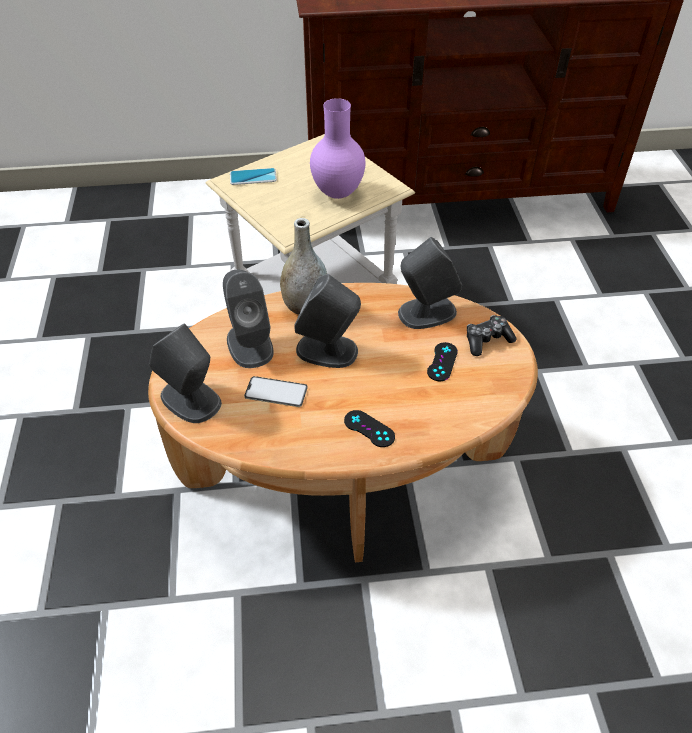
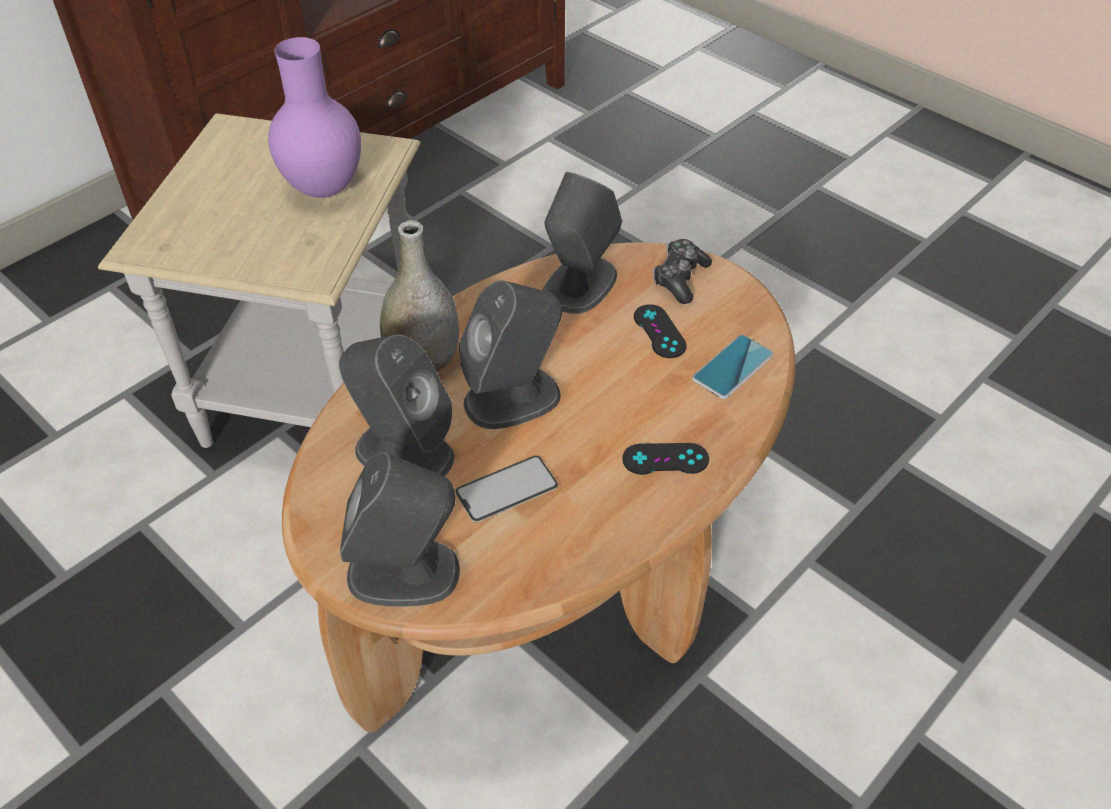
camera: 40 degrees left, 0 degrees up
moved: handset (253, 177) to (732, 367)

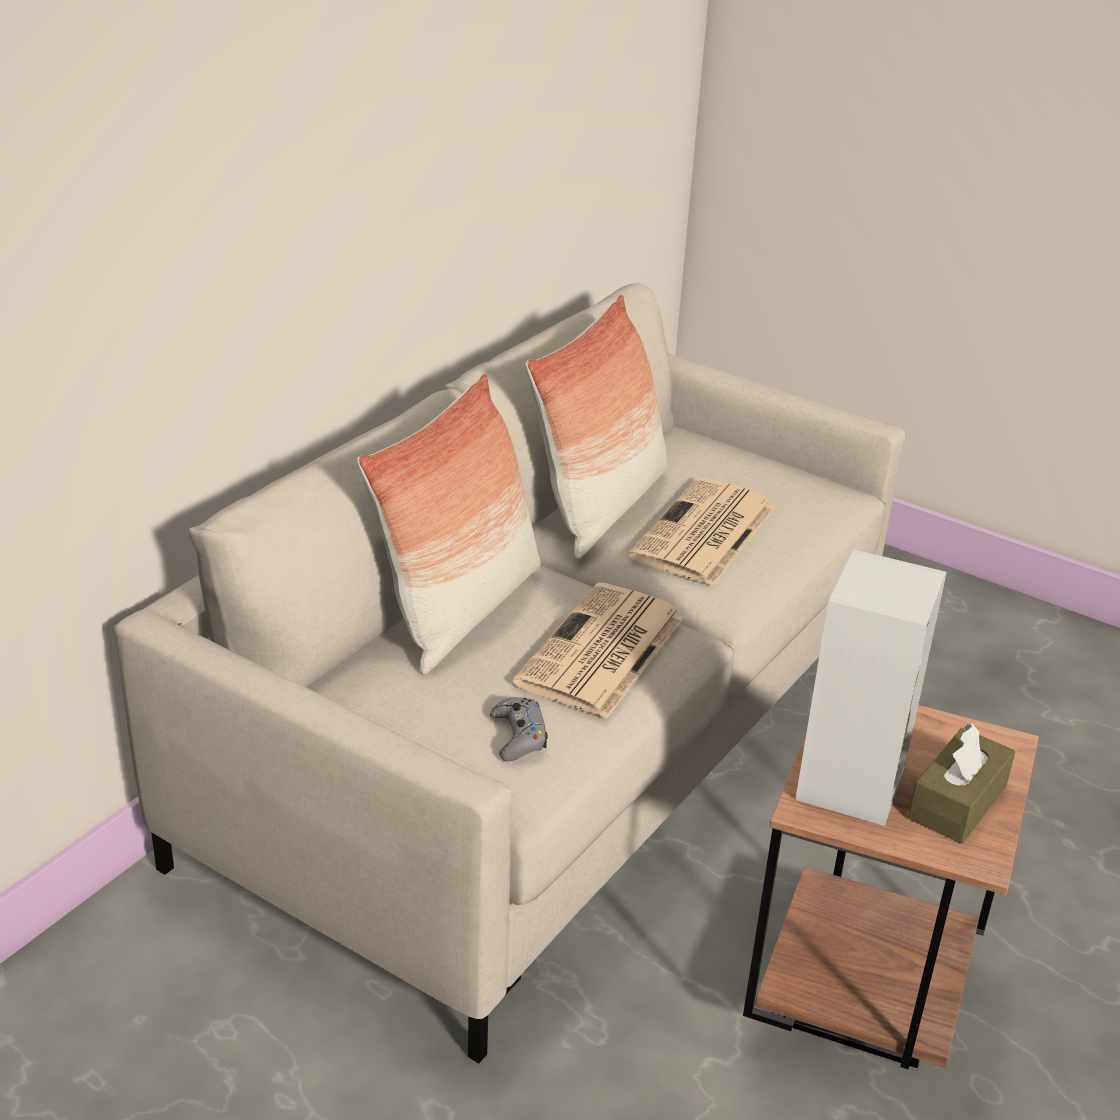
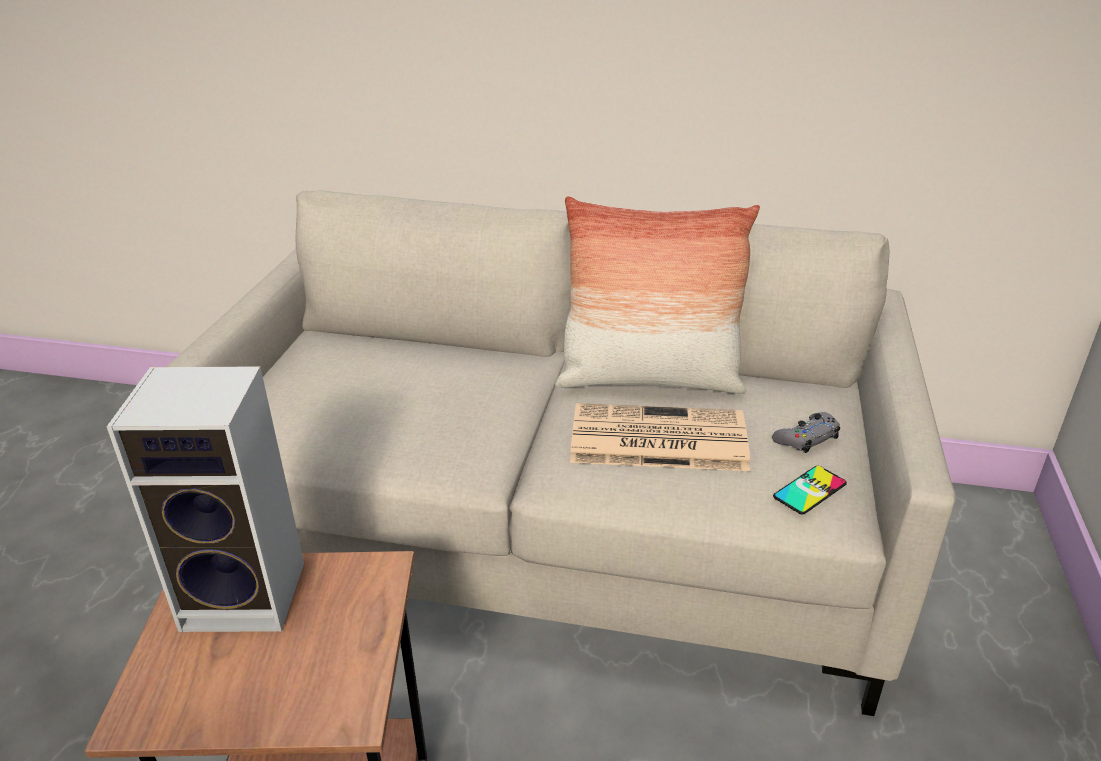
camera: 70 degrees right, 0 degrees up
removed: pillow (460, 611); newspaper (601, 652); brownish tissue holder (957, 802)
added: handset (809, 490)
moved: gray gamepad (518, 736) to (806, 439)

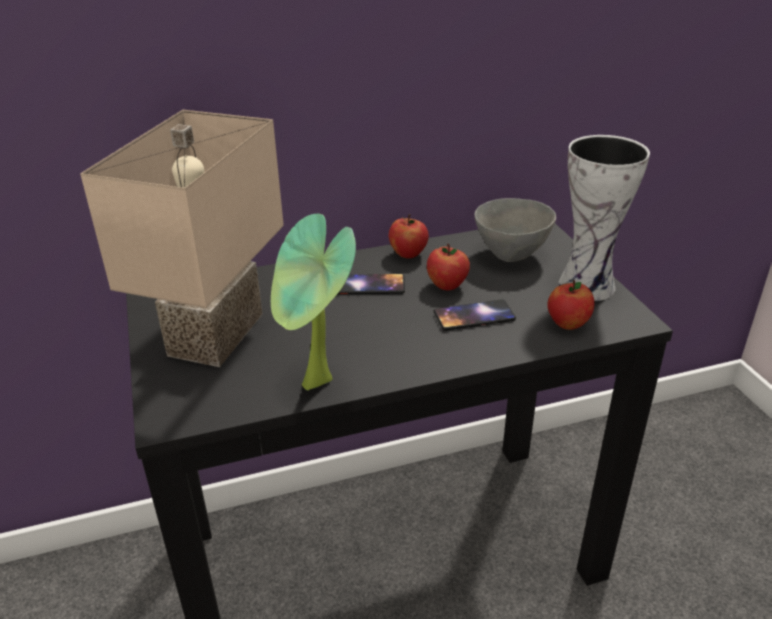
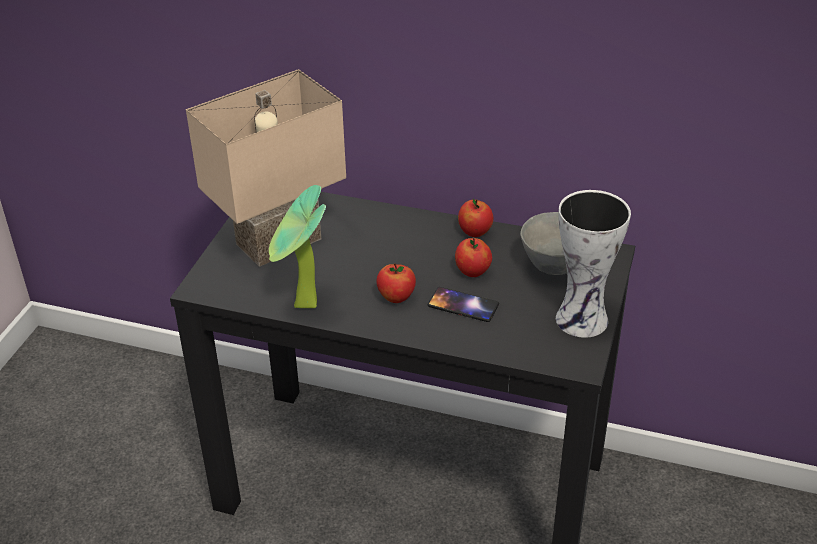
camera: 35 degrees right, 5 degrees up
removed: handset (368, 285)
moved: apple (567, 324) to (396, 297)

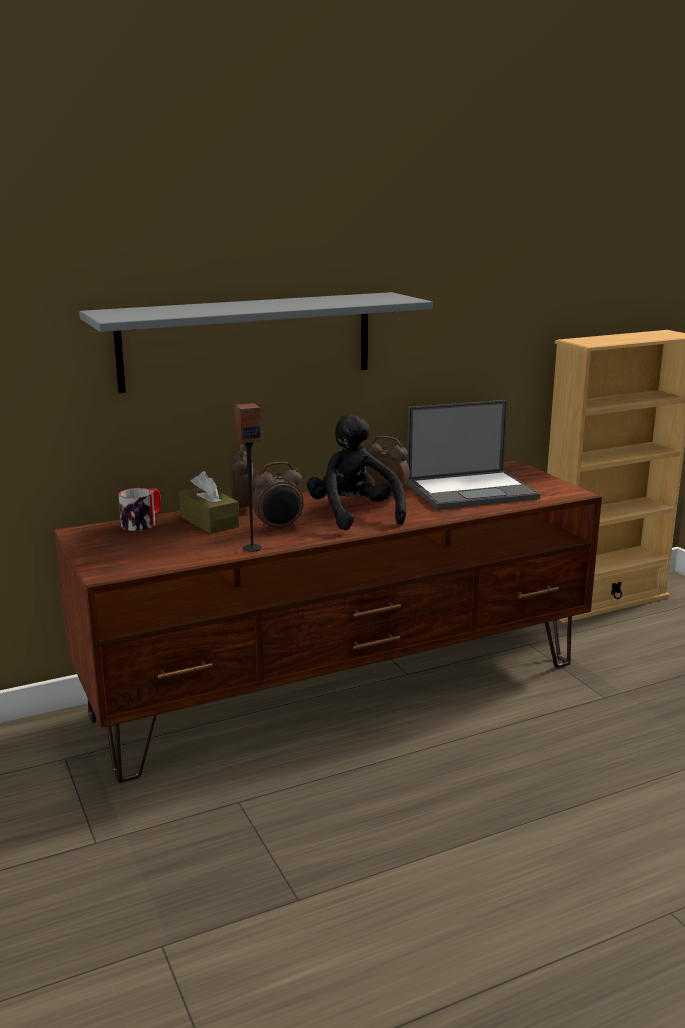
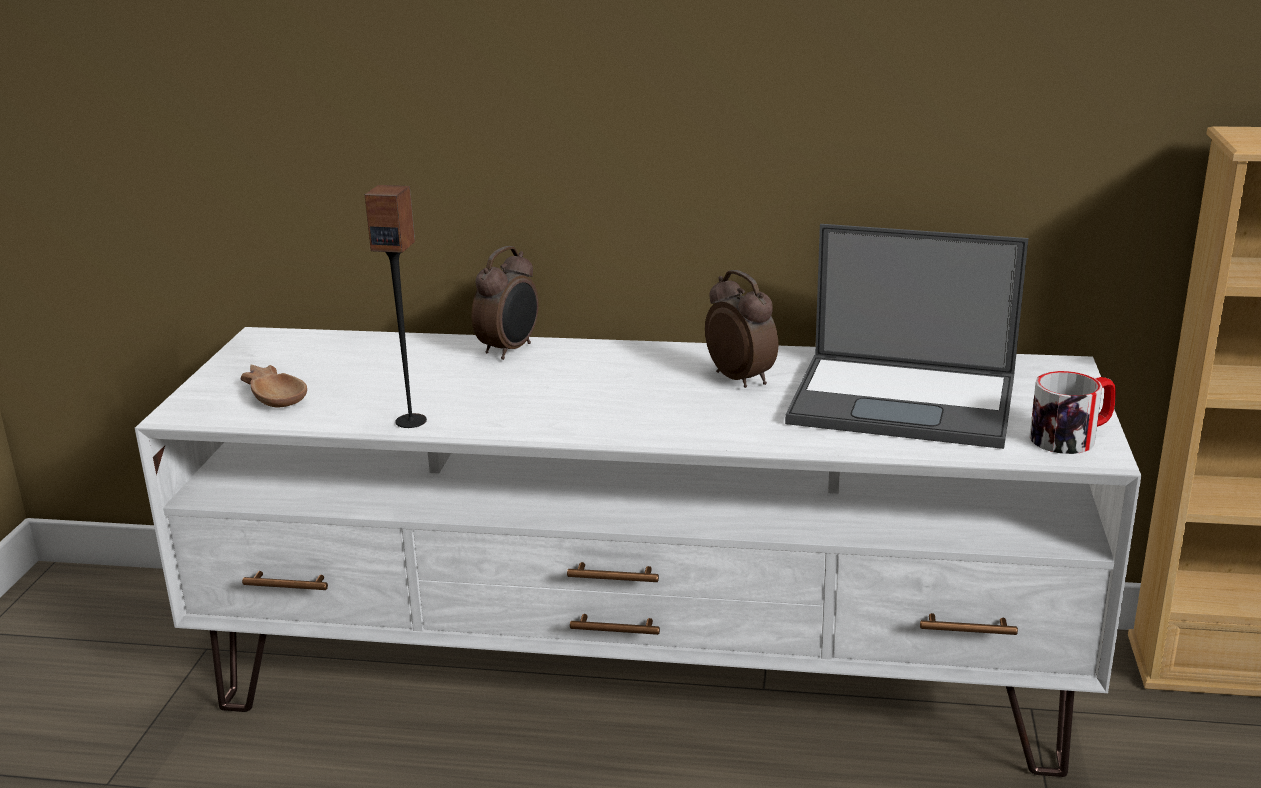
camera: 35 degrees right, 5 degrees up
removed: gray bracket shelf (247, 341); brownish tissue holder (209, 522); alarm clock (279, 528); black plush toy (354, 515)
added: brownish bowl (275, 394)
moved: mug (143, 522) to (1072, 437)
recoloured: brownish tv stand (343, 688) to white tv stand (642, 676)

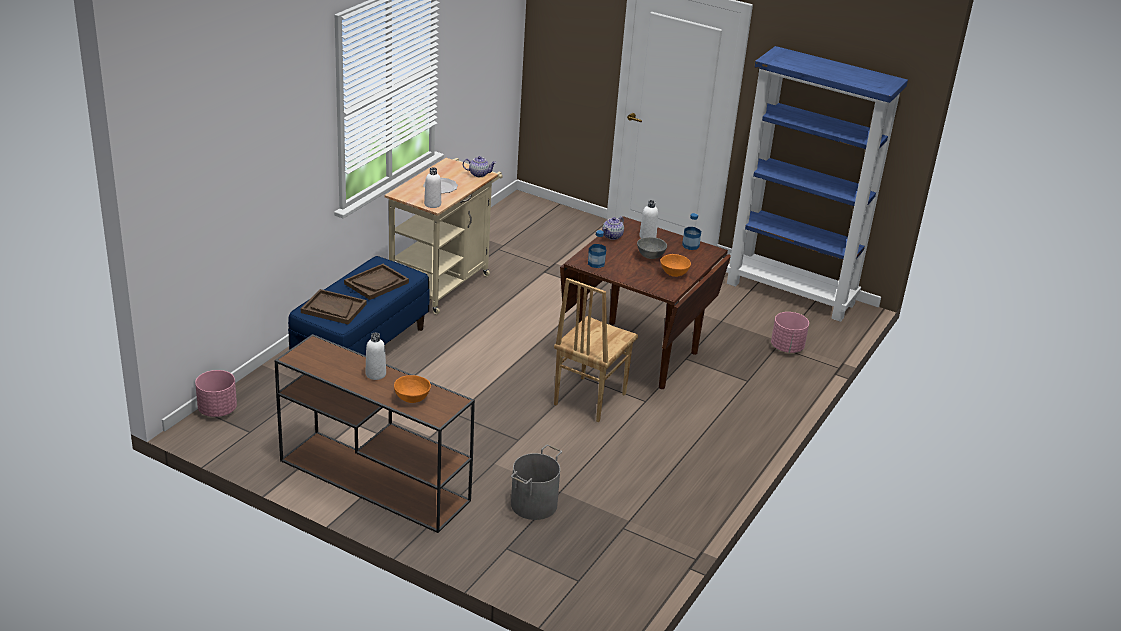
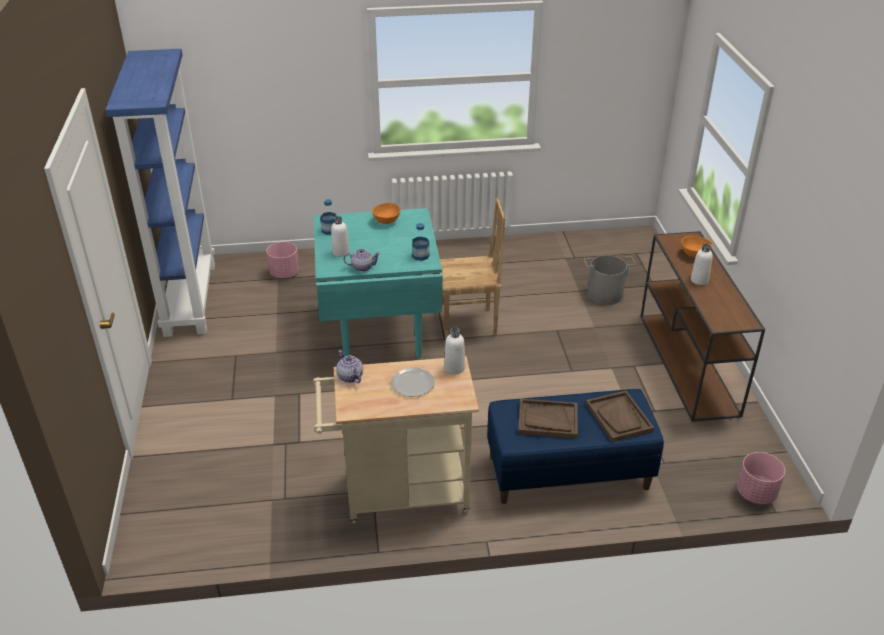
camera: 125 degrees left, 5 degrees up
removed: gray bowl (650, 256)
recoloured: brownish kitchen table (636, 353) to turquoise-coloured kitchen table (378, 330)

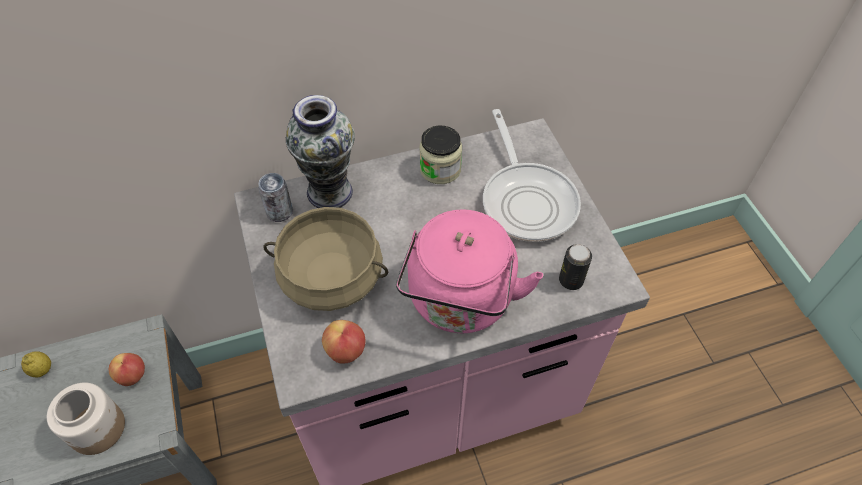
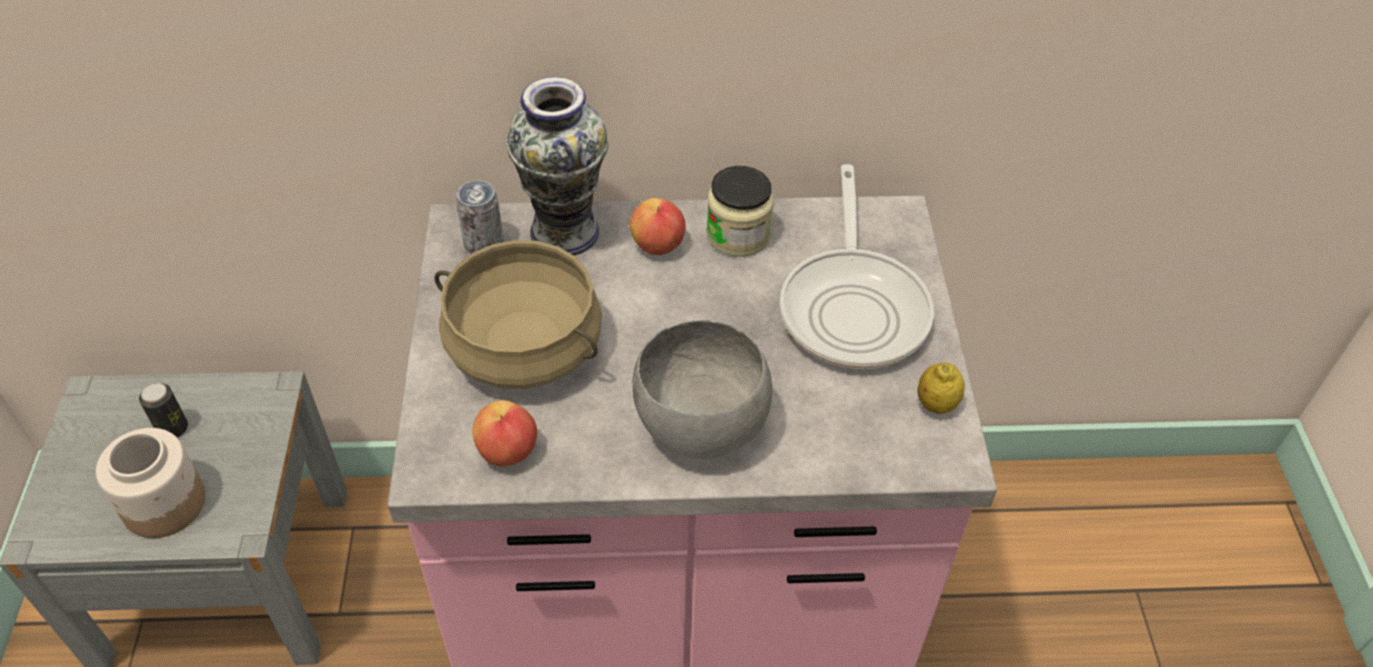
camera: 15 degrees right, 5 degrees down
moved: citrus fruit (42, 370) to (936, 404); apple (132, 375) to (658, 245); can (571, 280) to (173, 429)
replaced: pink-coloured water kettle (460, 303) to gray bowl (698, 427)

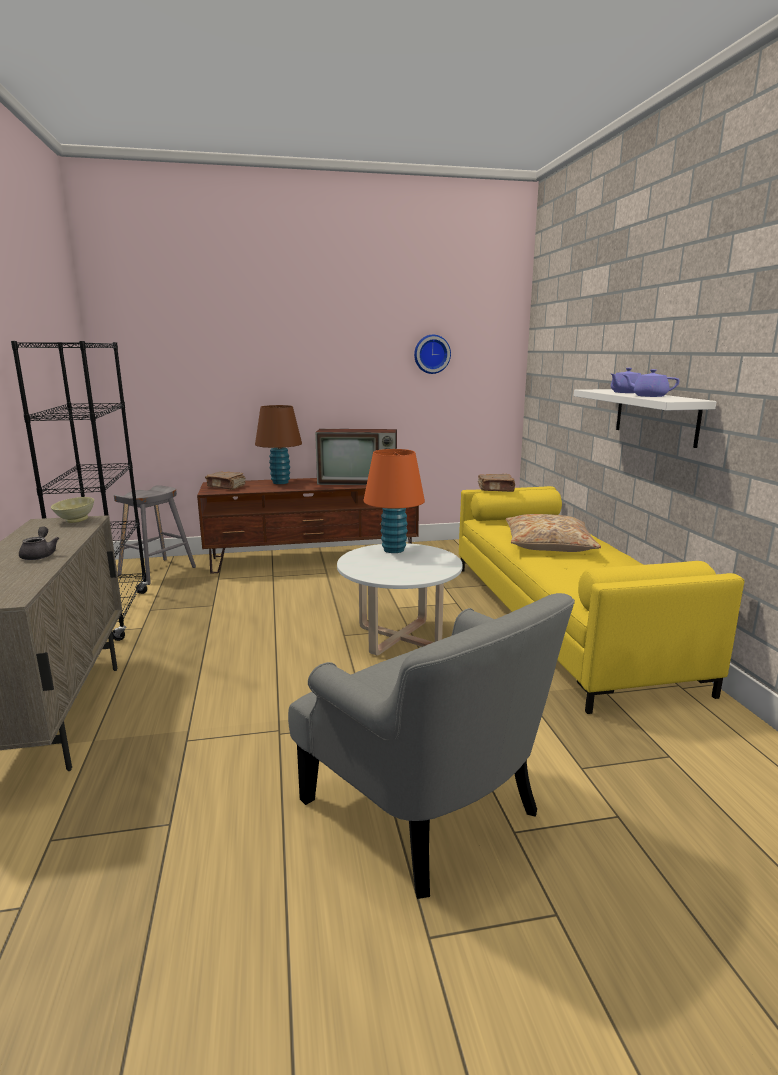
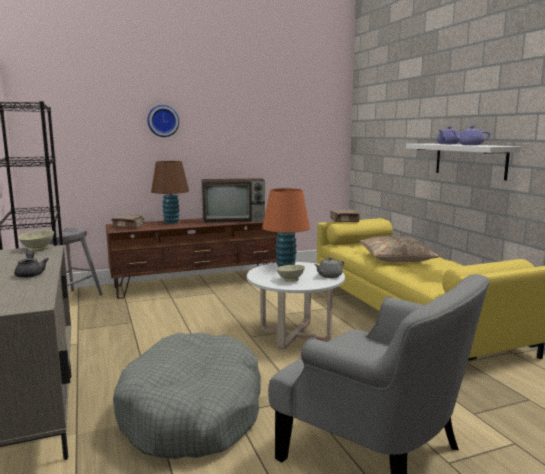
camera: 10 degrees left, 5 degrees down
added: gray dog bed (193, 412); beige bowl (290, 280); gray pot for tea (329, 276)
moved: hanging clock (431, 354) to (163, 121)

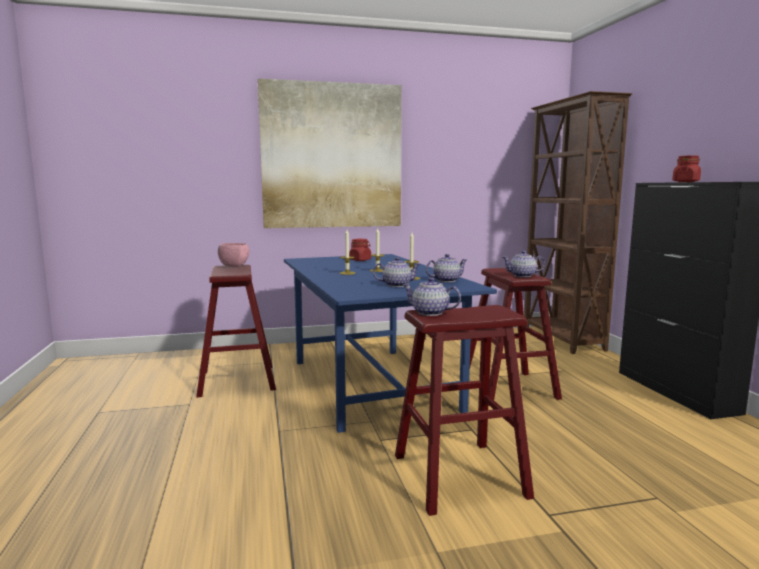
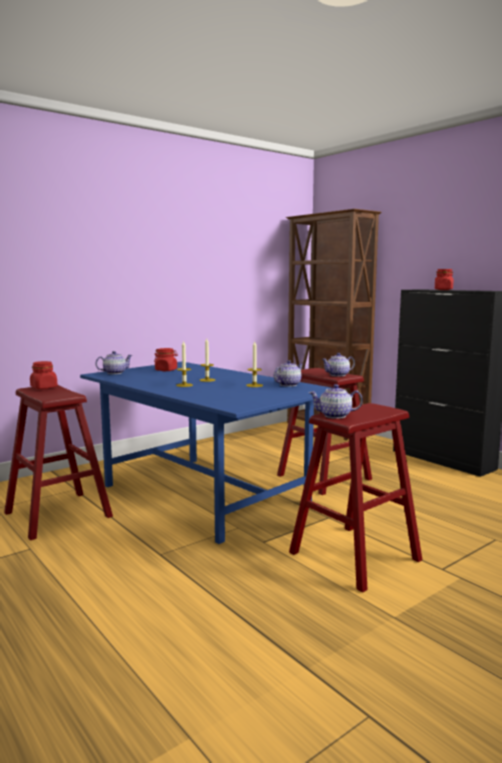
camera: 25 degrees left, 0 degrees up
removed: wall art (332, 156)
moved: pot for tea (396, 285) to (114, 373)
replaced: pink-coloured bowl (234, 266) to reddish jar (44, 387)

